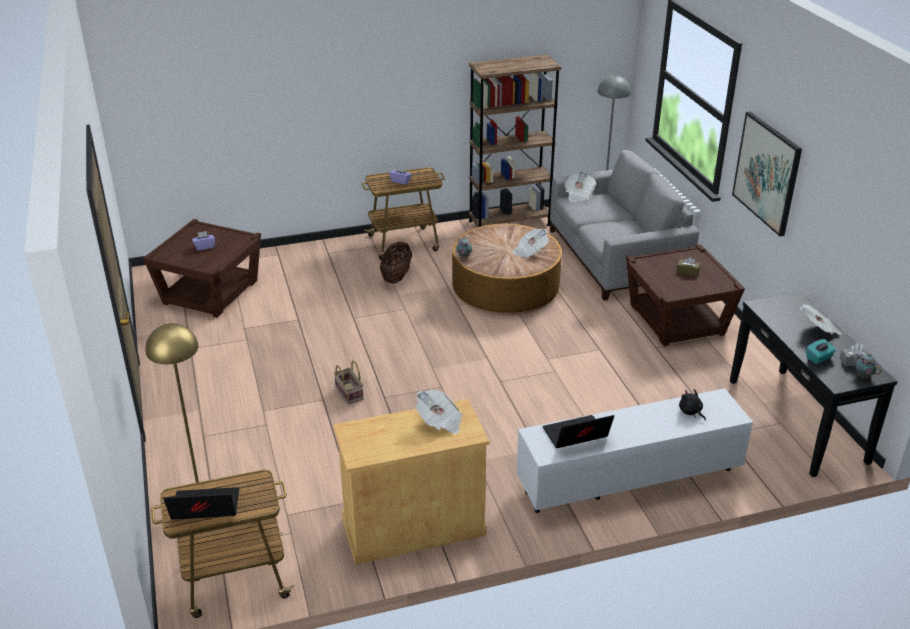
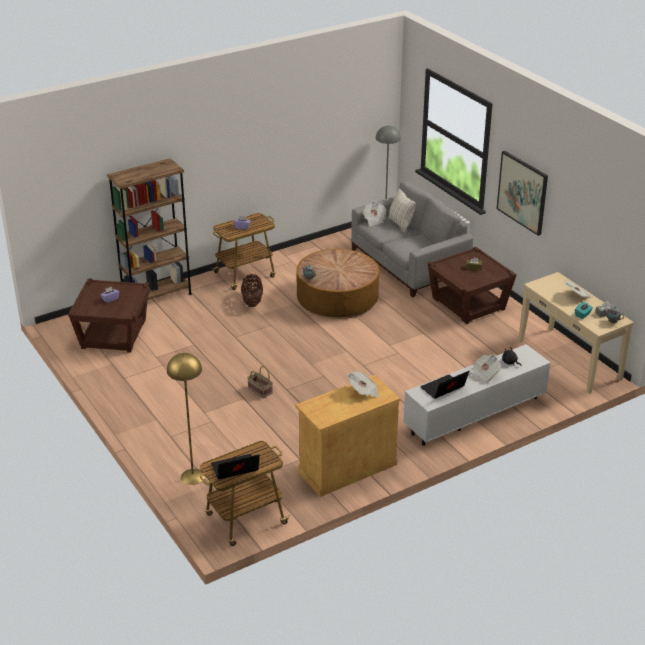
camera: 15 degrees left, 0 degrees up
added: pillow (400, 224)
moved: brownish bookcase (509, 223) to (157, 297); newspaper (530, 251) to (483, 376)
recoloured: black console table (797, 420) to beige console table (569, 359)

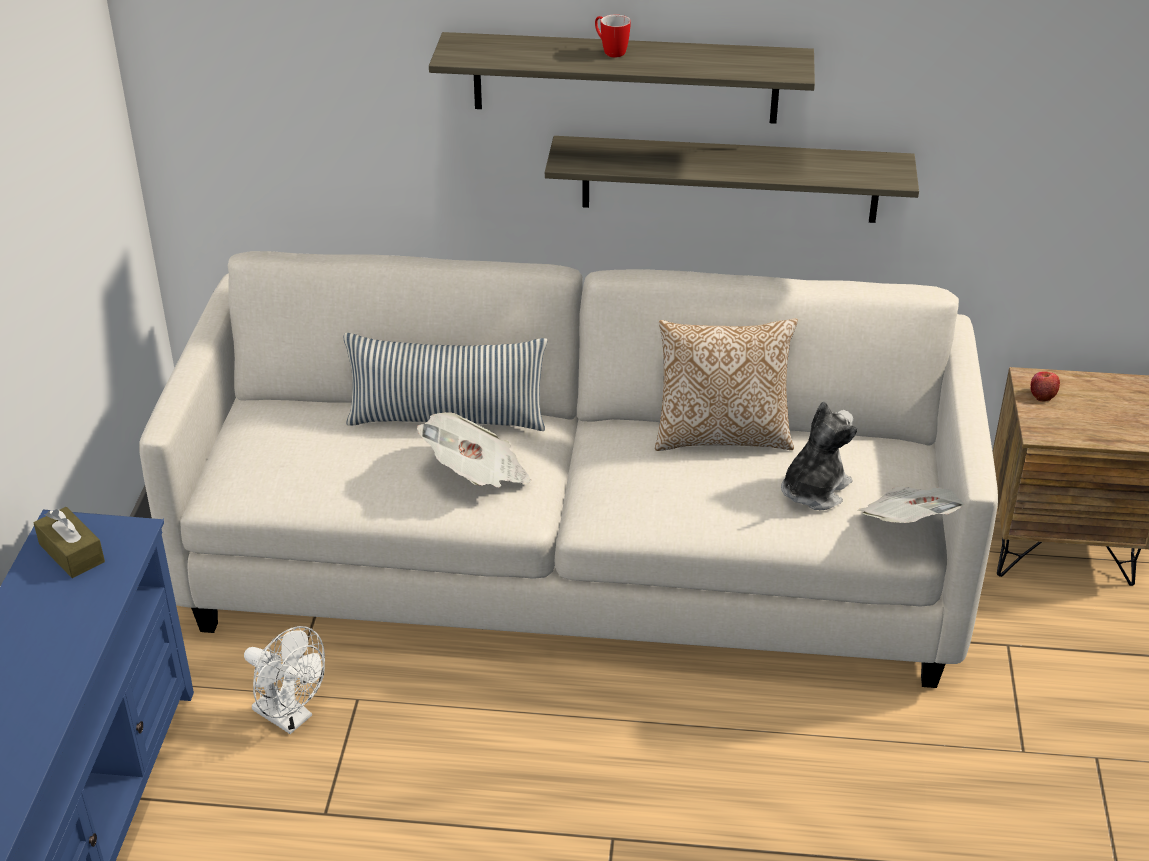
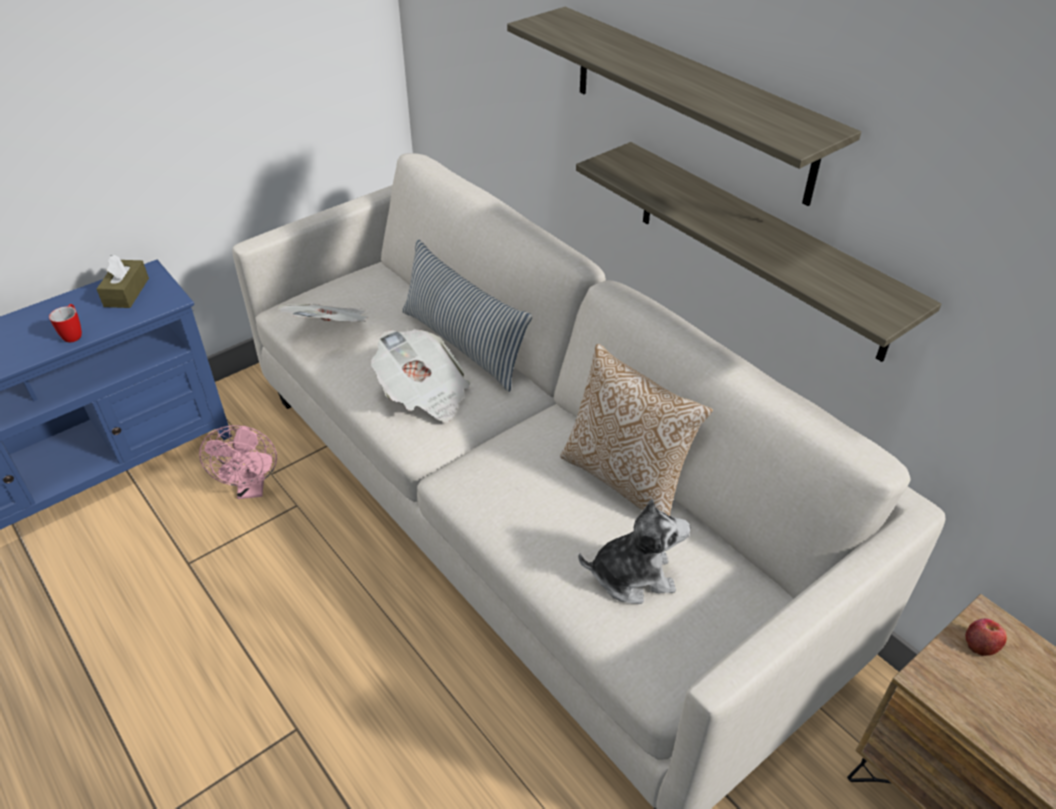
camera: 45 degrees right, 5 degrees up
moved: mug (610, 51) to (74, 334); newspaper (912, 524) to (331, 330)
recoloured: white cooling fan (290, 717) to pink-coloured cooling fan (252, 489)

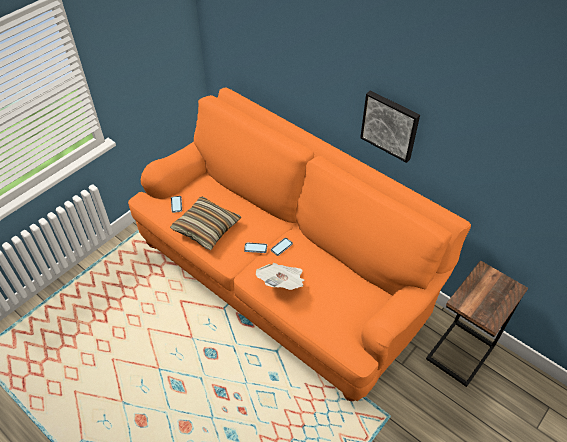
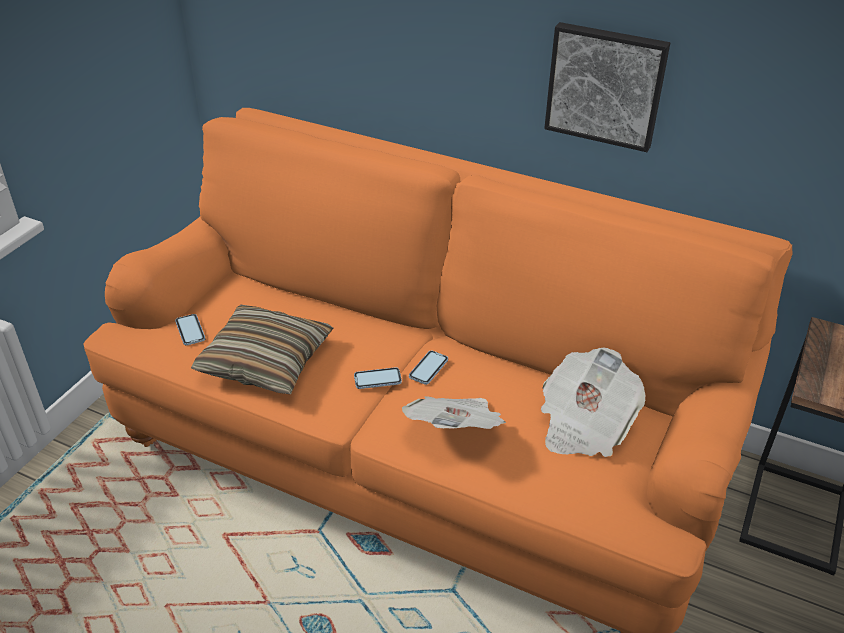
camera: 15 degrees left, 10 degrees down
added: newspaper (584, 424)

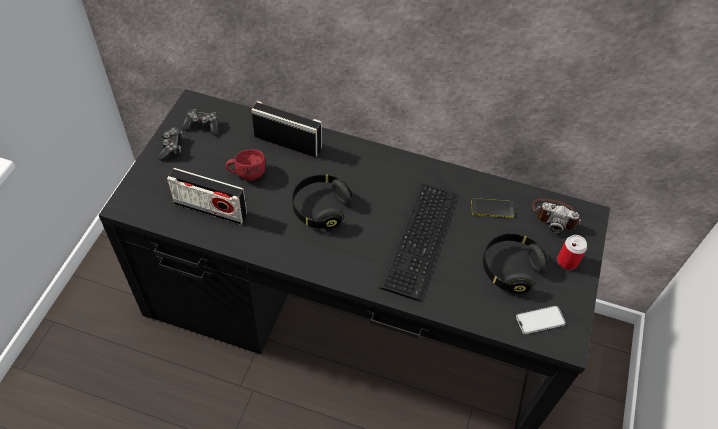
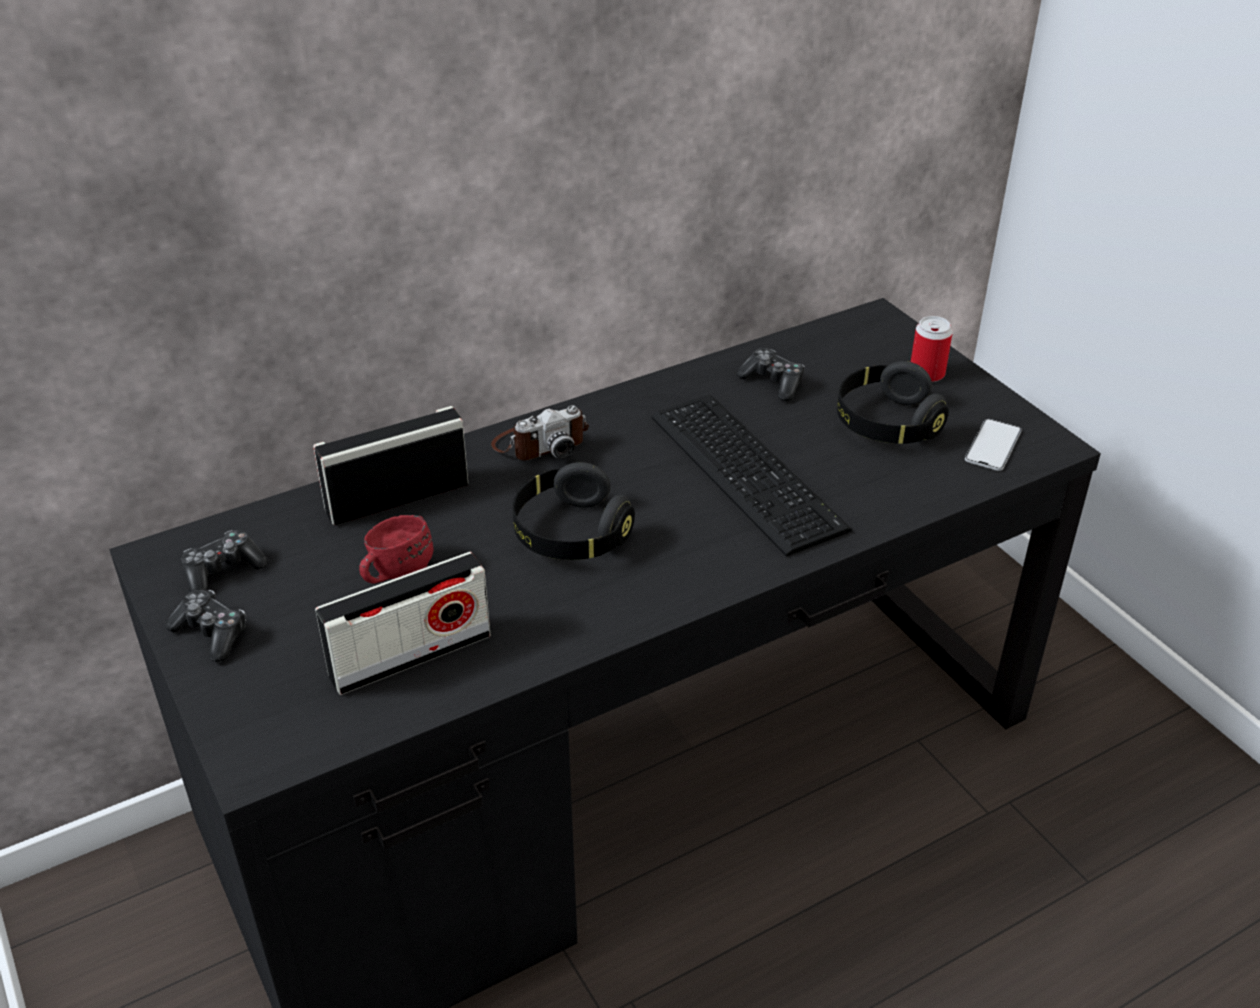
camera: 45 degrees left, 15 degrees down
moved: still camera (555, 216) to (540, 443)
replaced: handset (492, 208) to gamepad (773, 382)

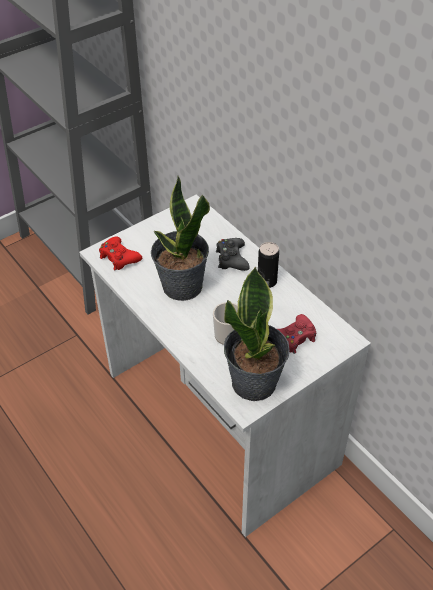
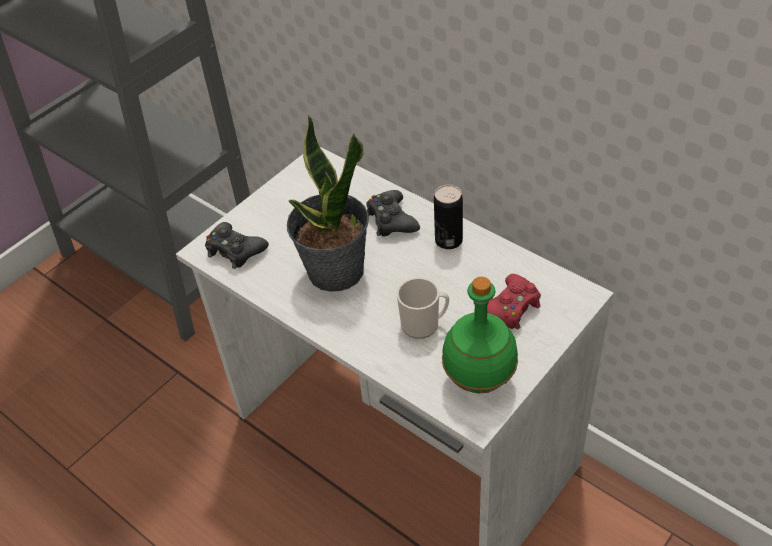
camera: 10 degrees left, 0 degrees up
replaced: houseplant (255, 383) to green-coloured beverage bottle (478, 381)
recoloured: reddish gamepad (119, 258) to black gamepad (235, 250)

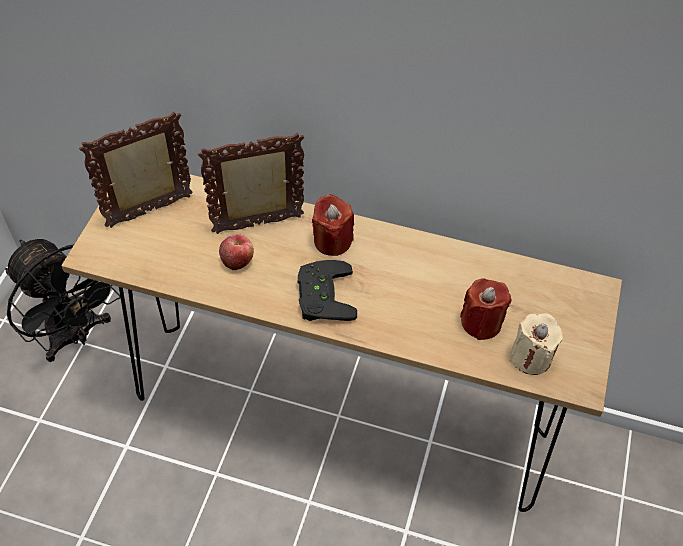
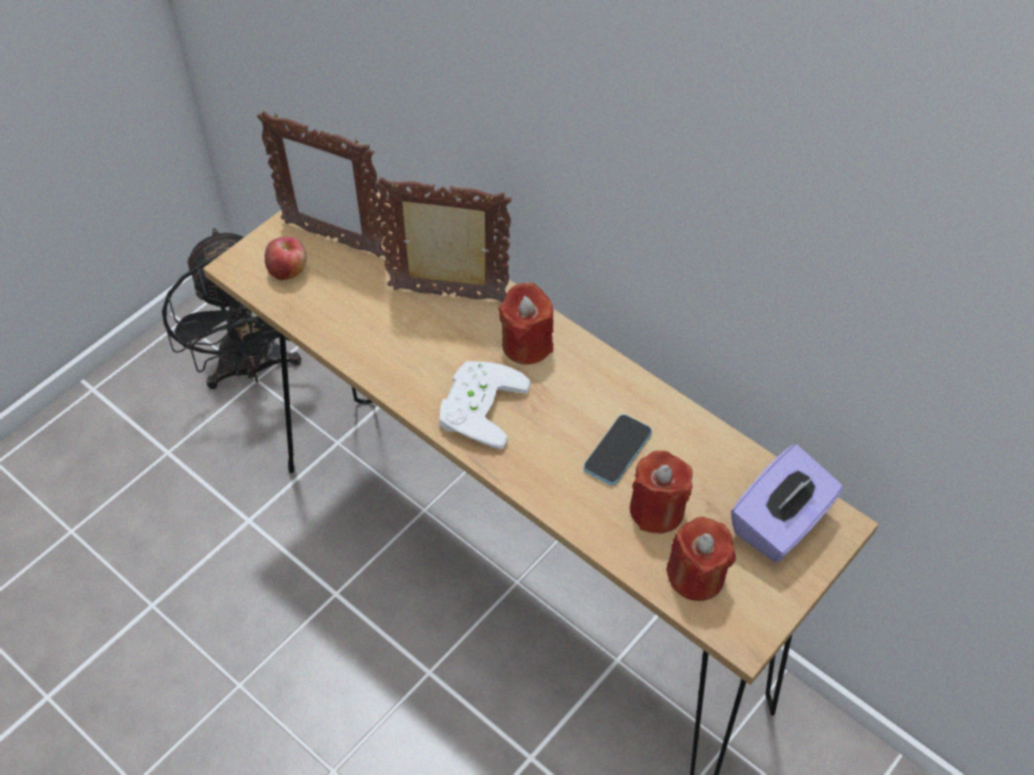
camera: 25 degrees right, 0 degrees up
added: handset (617, 451); purple-coloured tissue holder (780, 523)
moved: apple (237, 260) to (288, 270)
recoloured: black gamepad (321, 295) to white gamepad (477, 406); beige candle (530, 357) to reddish candle (696, 576)
turned: photo frame (151, 212) = (332, 238) 150 degrees counterclockwise

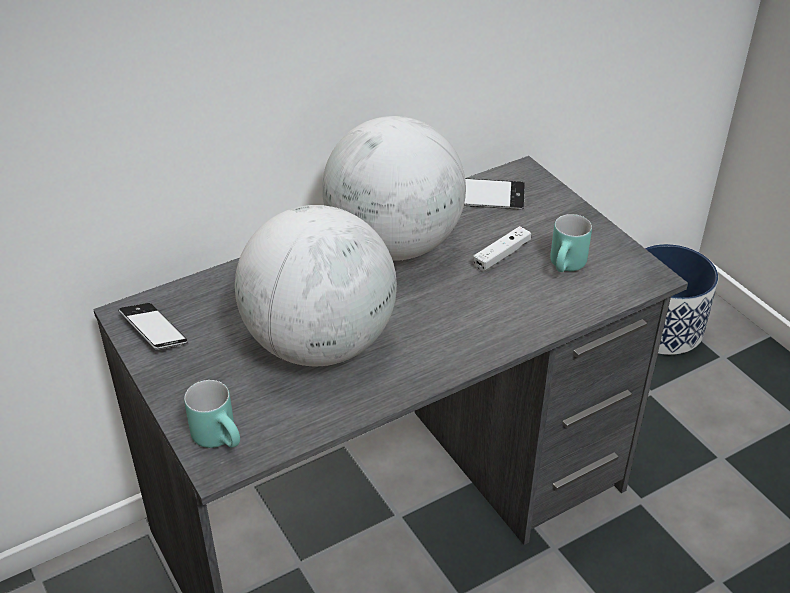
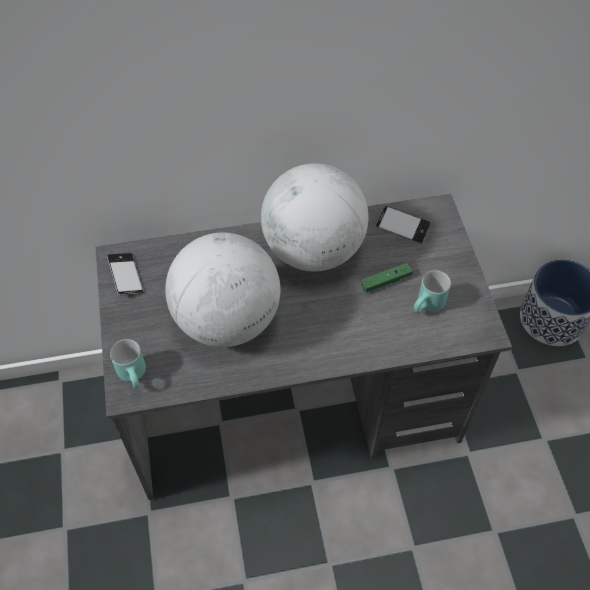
camera: 20 degrees right, 15 degrees up
recoloured: white gamepad (501, 255) to green-coloured gamepad (385, 281)

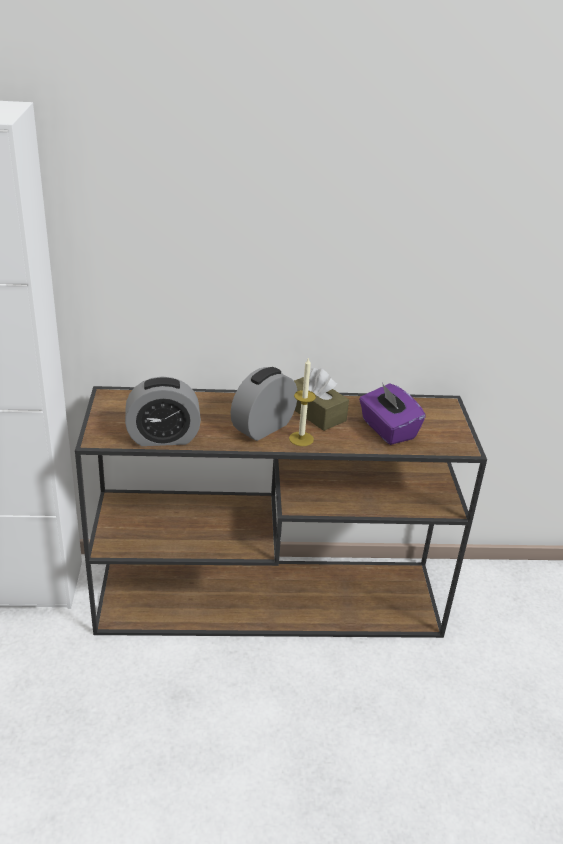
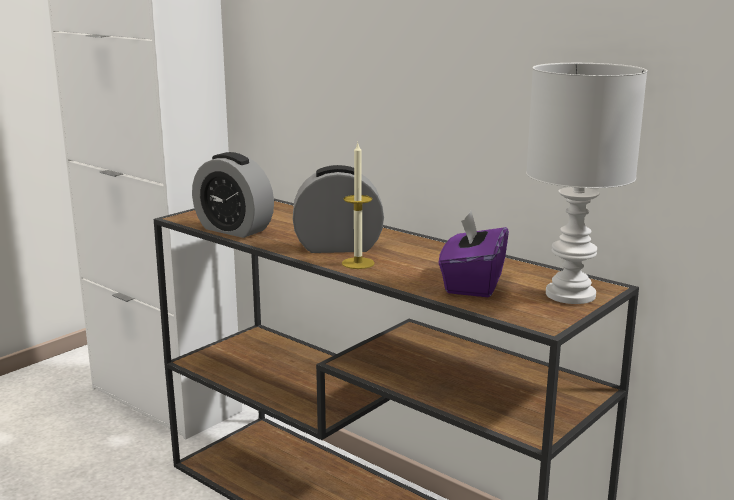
camera: 45 degrees right, 15 degrees down
removed: brownish tissue holder (315, 412)
added: white lamp for a table (572, 295)

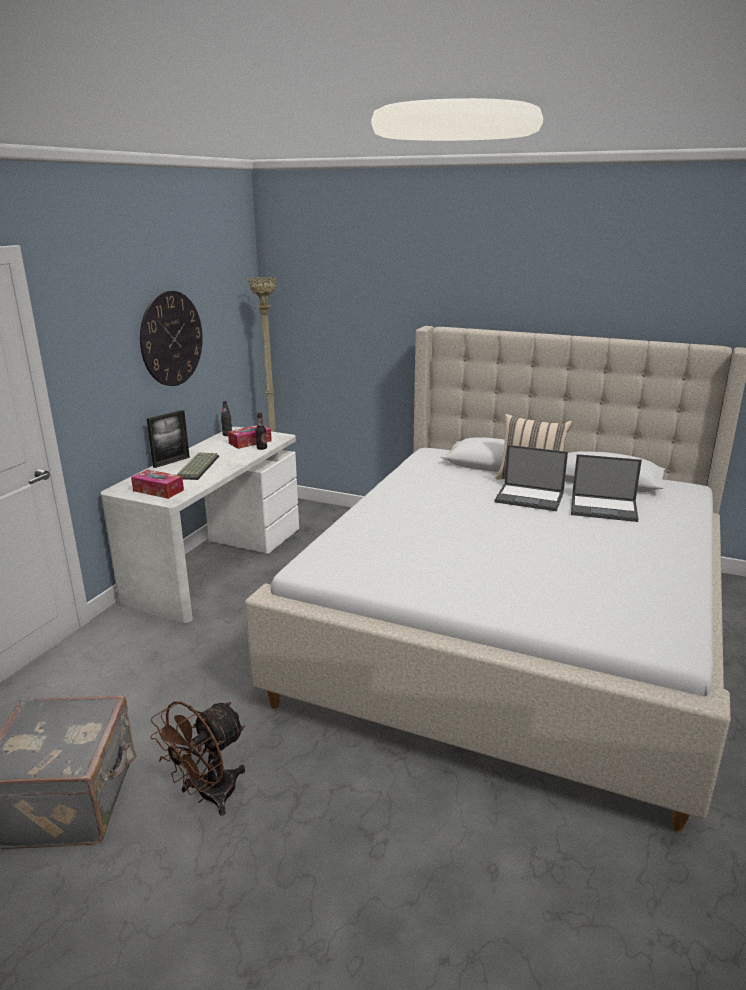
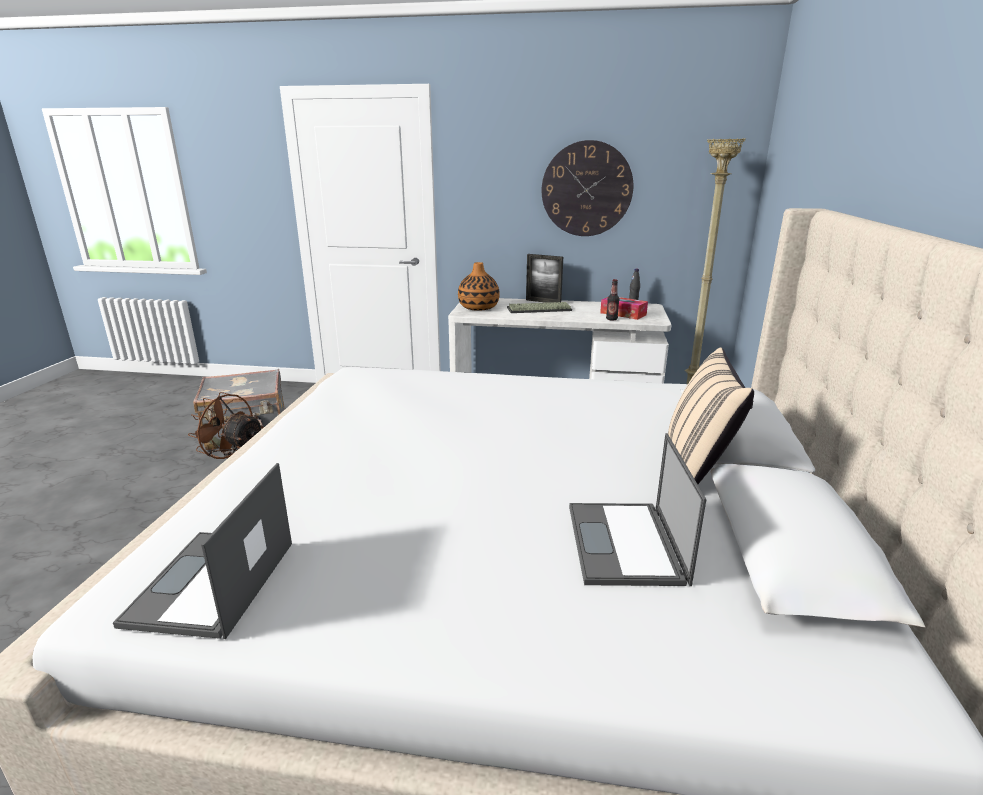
camera: 75 degrees right, 0 degrees up
moved: laptop (530, 497) to (212, 584)
replaced: tissue holder (158, 490) to flower vase (478, 307)

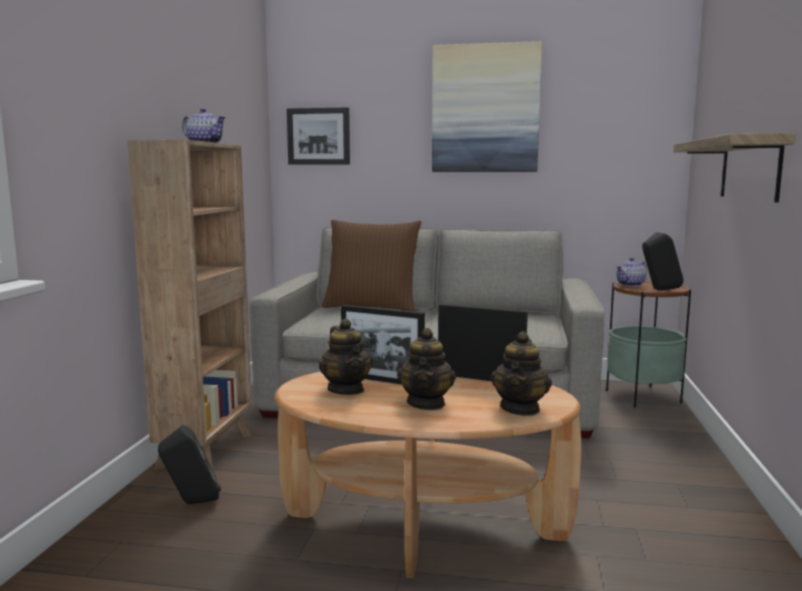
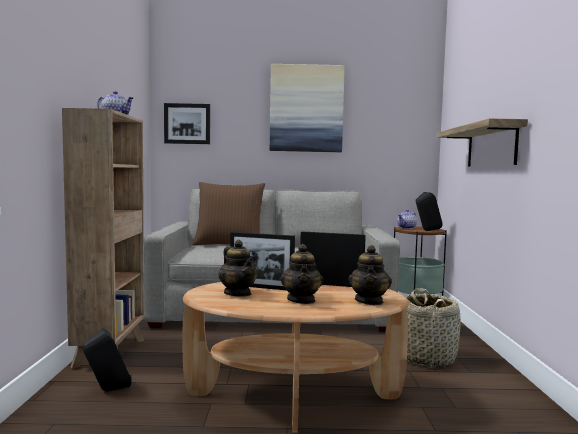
camera: 10 degrees left, 5 degrees down
added: storage basket (426, 358)

